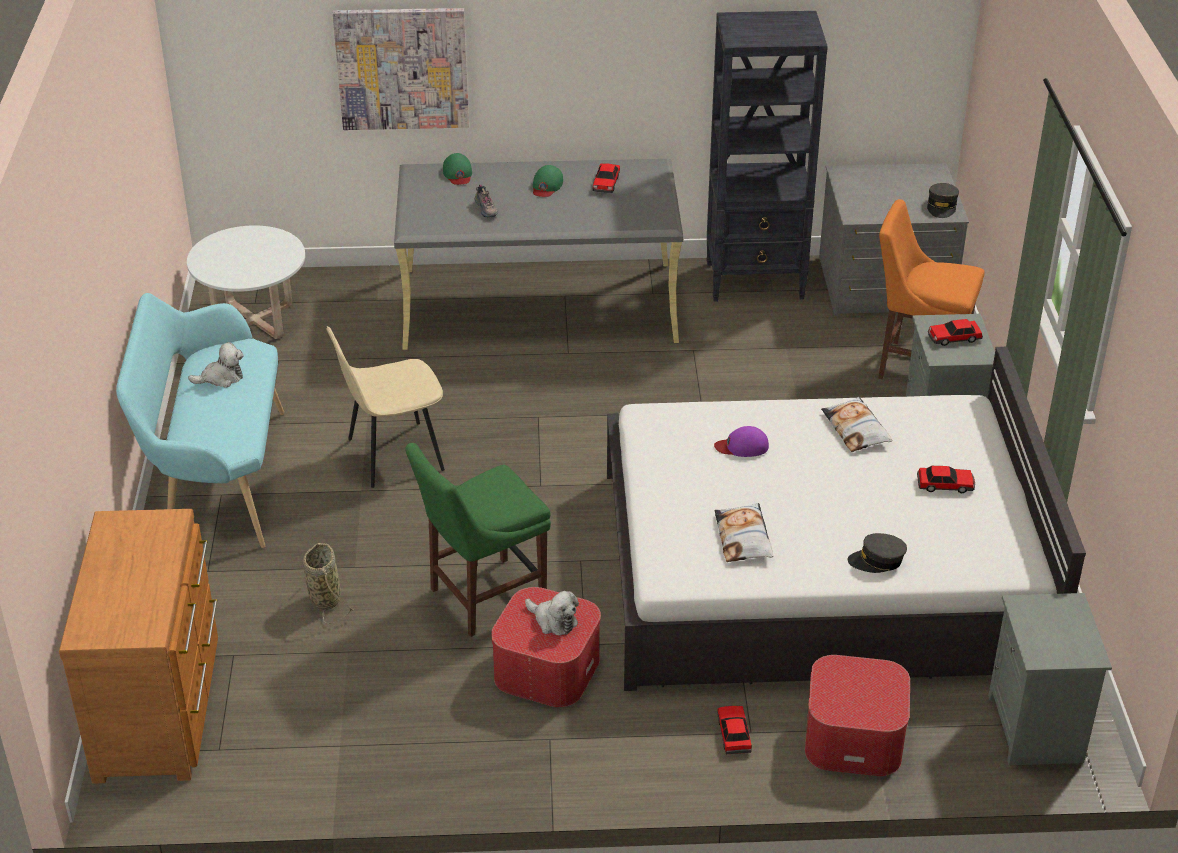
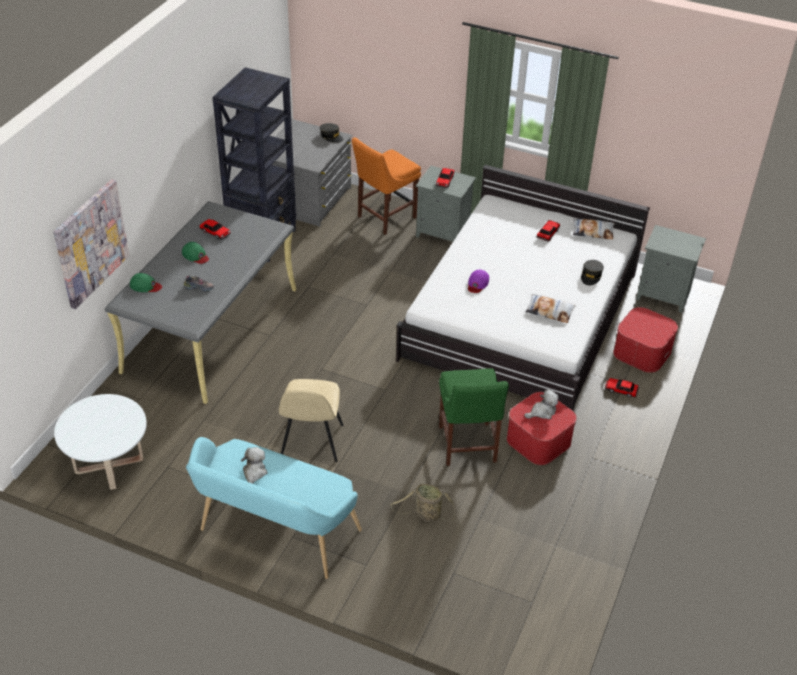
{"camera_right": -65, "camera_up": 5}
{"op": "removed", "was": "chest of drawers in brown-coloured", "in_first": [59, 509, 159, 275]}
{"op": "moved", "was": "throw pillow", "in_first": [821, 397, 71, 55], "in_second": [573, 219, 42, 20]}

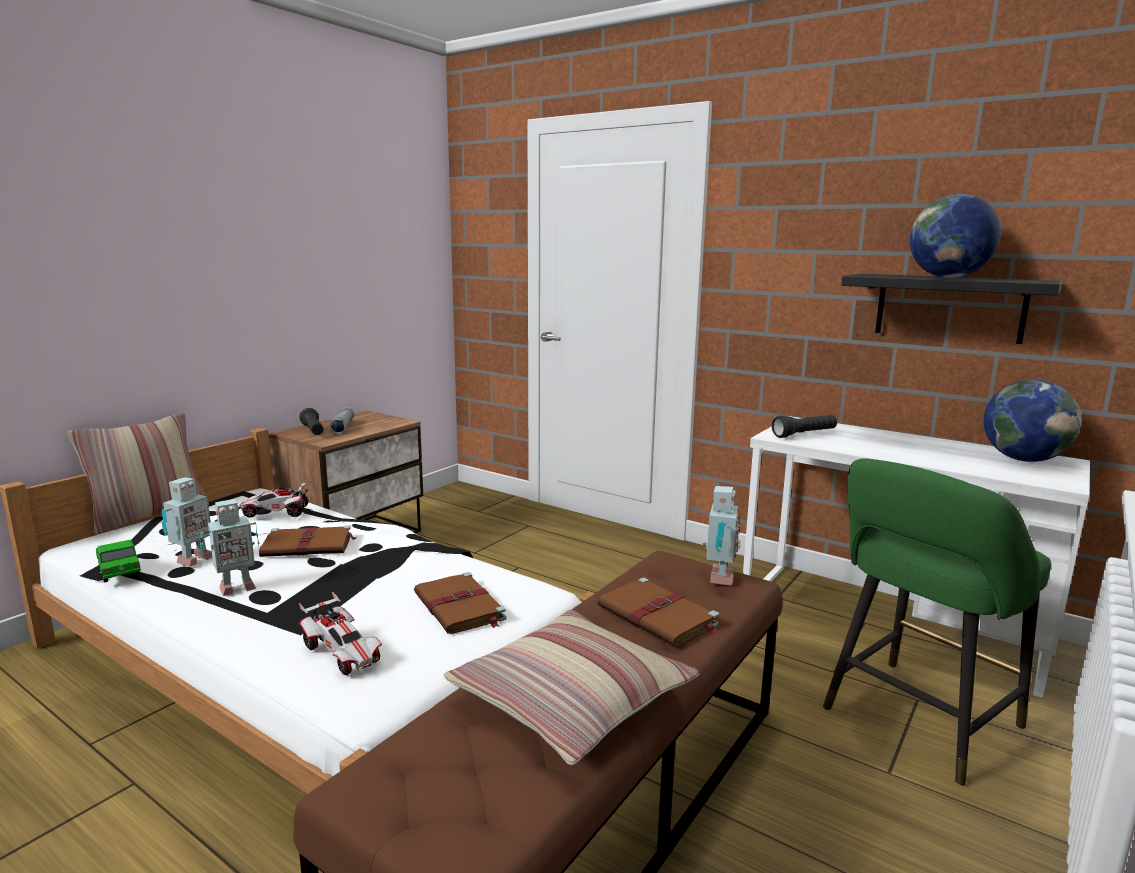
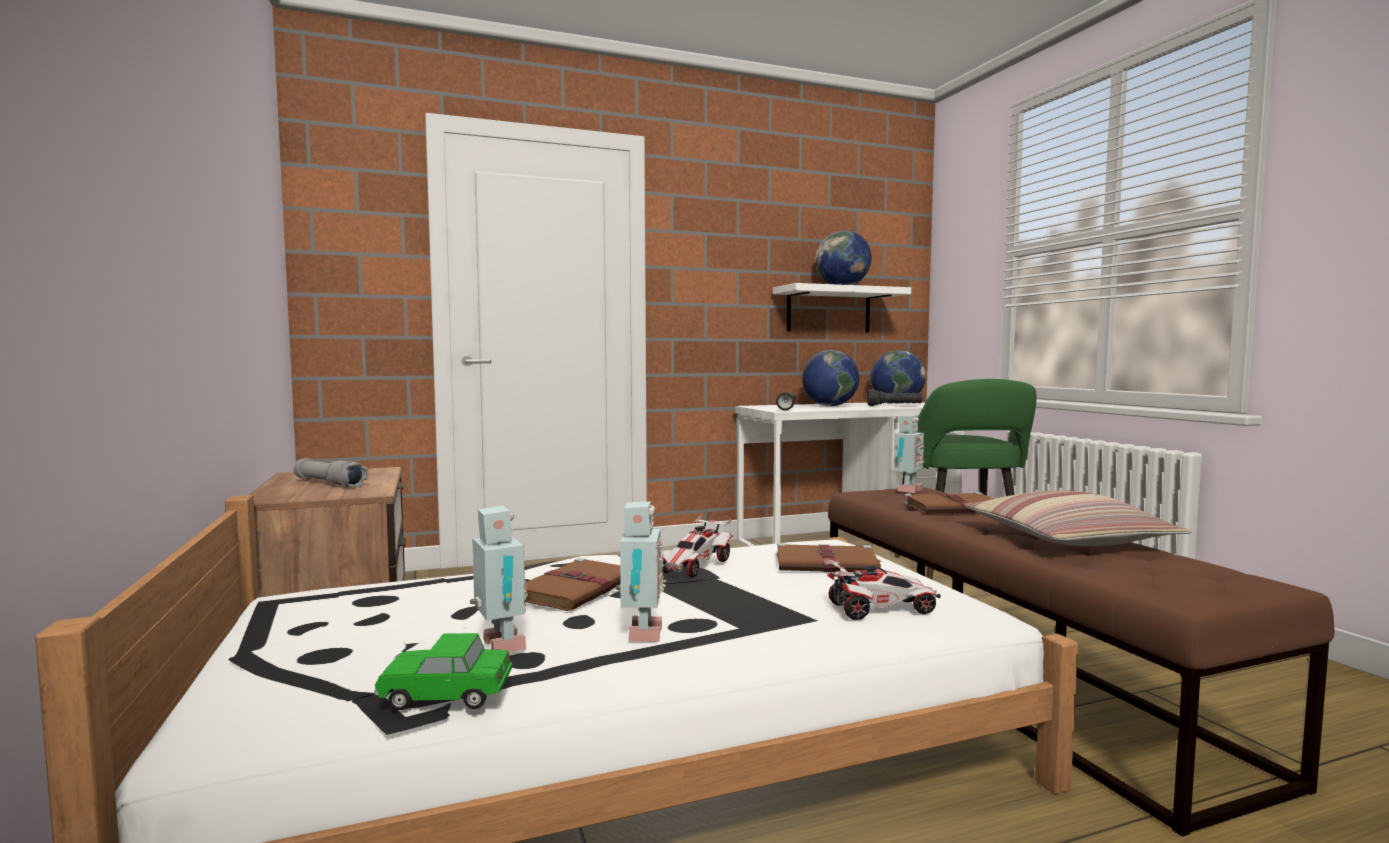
{"camera_right": -55, "camera_up": -10}
{"op": "removed", "was": "throw pillow", "in_first": [68, 413, 141, 122]}
{"op": "added", "now": "world globe", "in_second": [802, 350, 57, 56]}
{"op": "moved", "was": "model car", "in_first": [239, 480, 73, 37], "in_second": [662, 515, 70, 63]}
{"op": "moved", "was": "torch in black", "in_first": [299, 408, 25, 27], "in_second": [867, 389, 55, 17]}
{"op": "recoloured", "was": "wall shelf in black", "now": "wall shelf in white", "in_first": [842, 274, 220, 70], "in_second": [773, 283, 138, 50]}
{"op": "turned", "was": "model robot", "in_first": [703, 486, 37, 100], "in_second": [893, 415, 31, 78], "clockwise": 75}

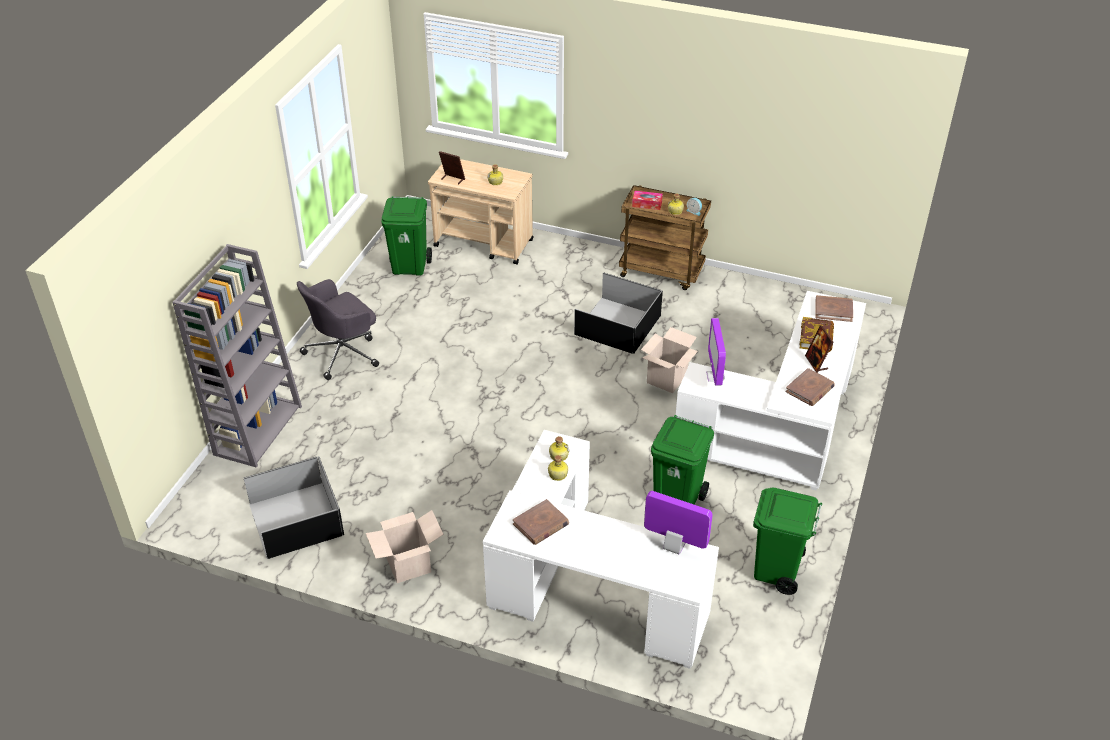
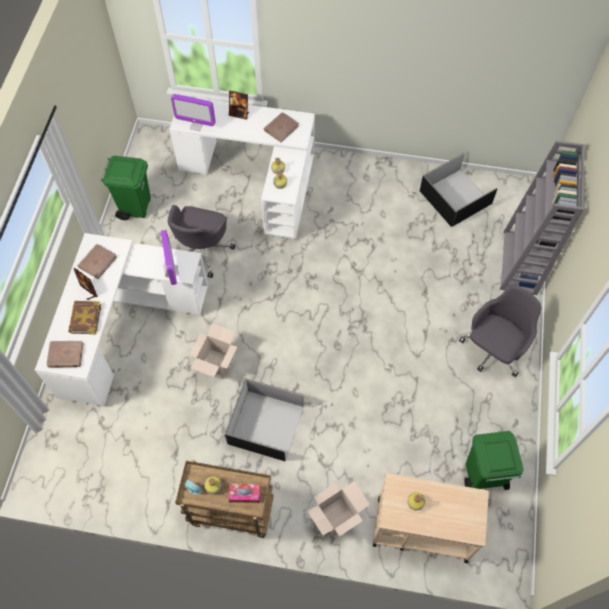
{"camera_right": 170, "camera_up": 20}
{"op": "moved", "was": "cardboard box", "in_first": [366, 510, 77, 73], "in_second": [307, 481, 63, 56]}
{"op": "moved", "was": "standing frame", "in_first": [439, 151, 26, 33], "in_second": [229, 90, 20, 30]}
{"op": "replaced", "was": "waste bin in greenish", "now": "desk chair in greyish", "in_first": [651, 415, 63, 89], "in_second": [168, 205, 67, 73]}

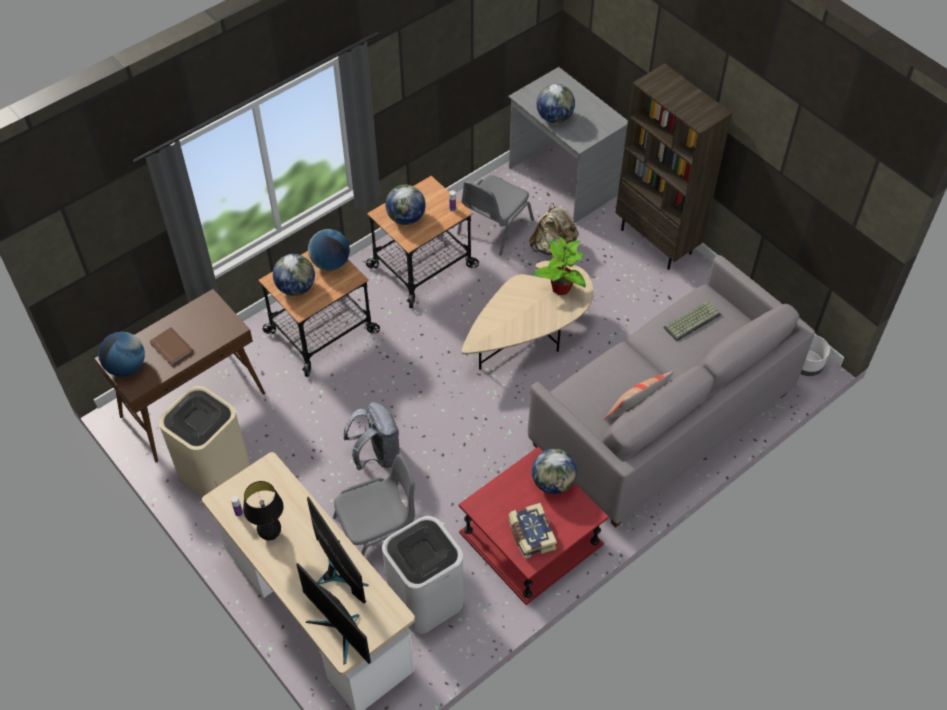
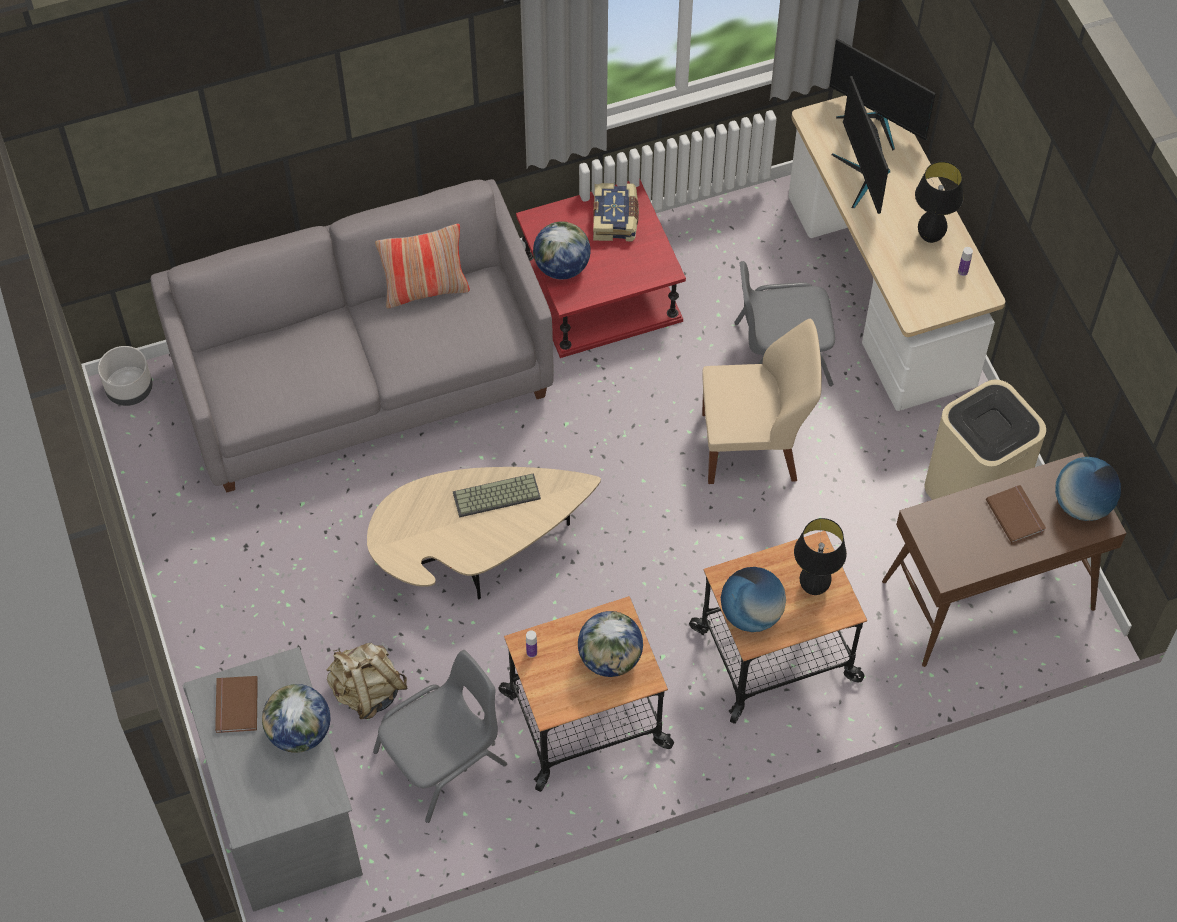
{"camera_right": -160, "camera_up": 5}
{"op": "removed", "was": "waste bin in white", "in_first": [382, 516, 82, 118]}
{"op": "removed", "was": "plant in a pot", "in_first": [533, 237, 53, 58]}
{"op": "removed", "was": "shelving unit in brown-coloured", "in_first": [615, 63, 117, 207]}
{"op": "added", "now": "bound book in brown-coloured", "in_second": [215, 676, 43, 57]}
{"op": "moved", "was": "computer keyboard", "in_first": [664, 301, 57, 40], "in_second": [453, 473, 88, 45]}
{"op": "replaced", "was": "world globe", "now": "lamp for a table in black", "in_first": [273, 254, 42, 42], "in_second": [794, 518, 53, 77]}
{"op": "replaced", "was": "knapsack in greyish", "now": "upright chair in beige-coloured", "in_first": [343, 402, 57, 69], "in_second": [702, 319, 120, 165]}
{"op": "turned", "was": "monitor", "in_first": [296, 563, 75, 101], "in_second": [829, 38, 107, 113], "clockwise": 150}

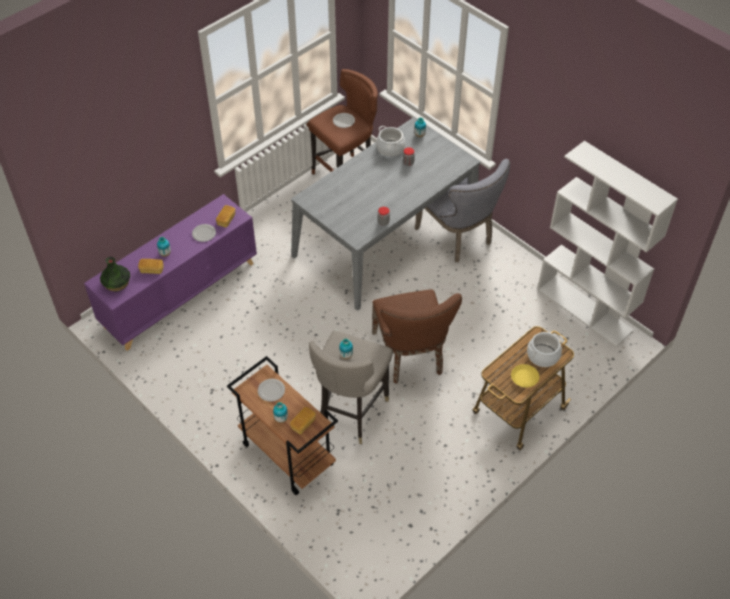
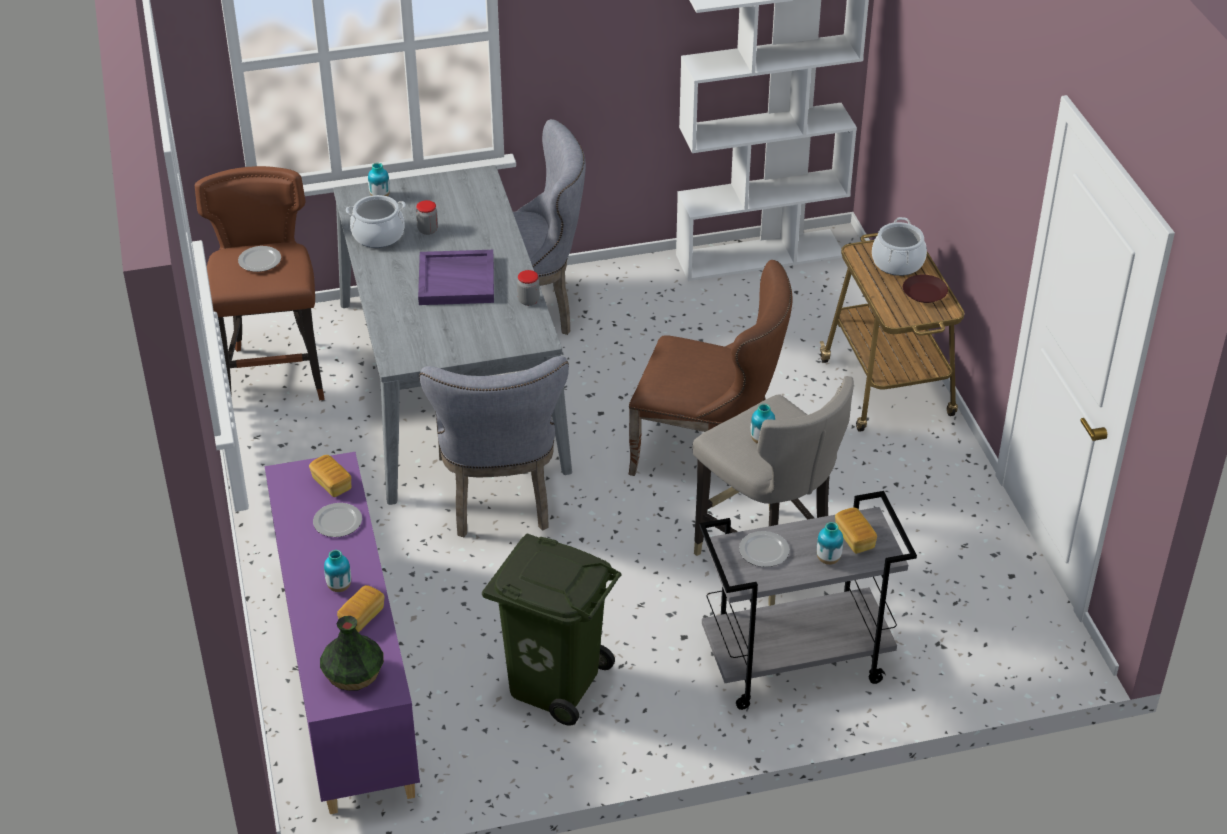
{"camera_right": -60, "camera_up": -10}
{"op": "added", "now": "serving tray in purple", "in_second": [418, 250, 76, 55]}
{"op": "added", "now": "upright chair in greyish", "in_second": [419, 356, 150, 181]}
{"op": "added", "now": "waste bin in greenish", "in_second": [482, 533, 140, 193]}
{"op": "recoloured", "was": "trolley in brown-coloured", "now": "trolley in greyish", "in_first": [227, 356, 111, 139], "in_second": [700, 491, 217, 219]}
{"op": "recoloured", "was": "flat dish in yellowish", "now": "flat dish in brown-coloured", "in_first": [511, 364, 28, 24], "in_second": [903, 275, 45, 28]}

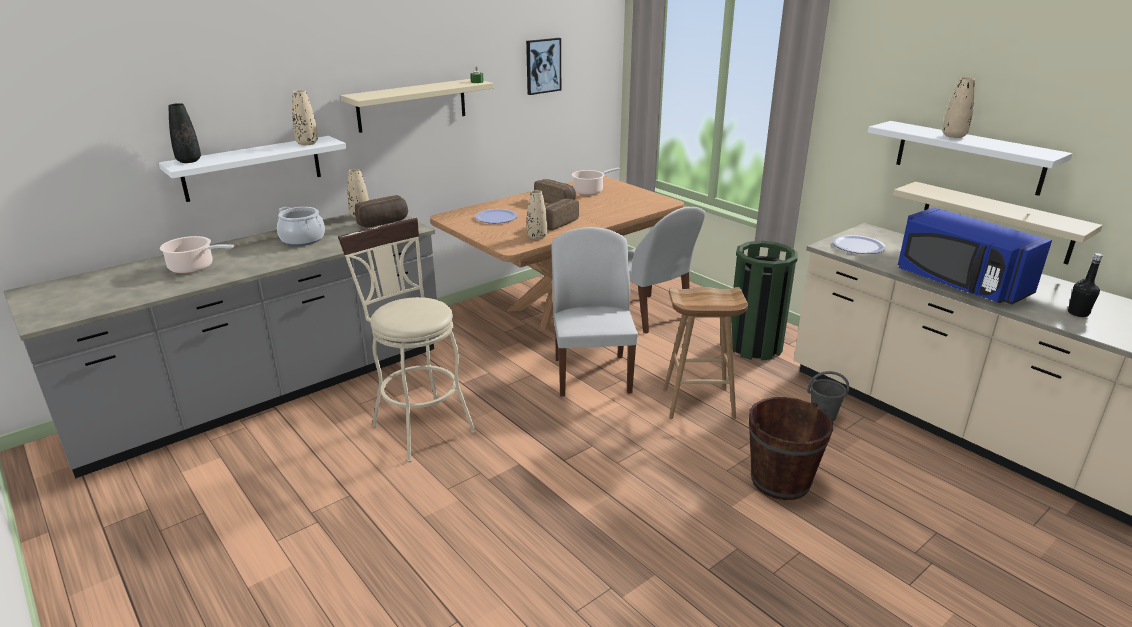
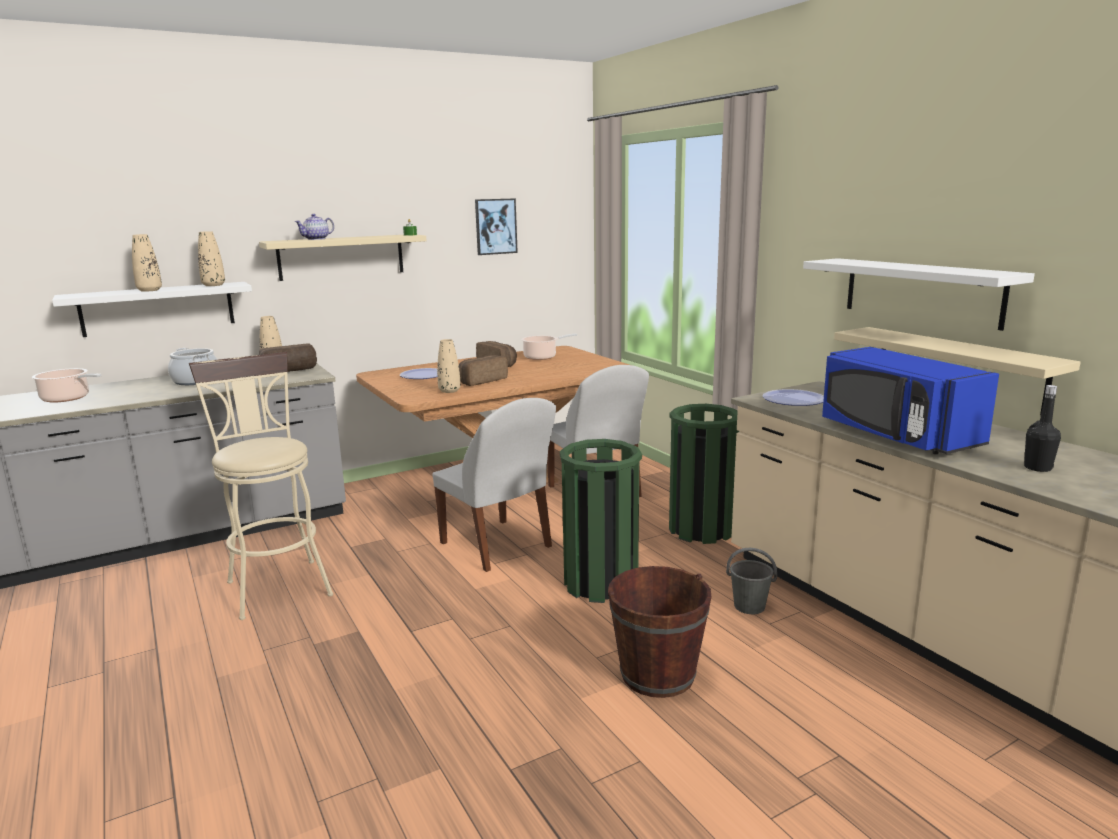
{"camera_right": 10, "camera_up": -10}
{"op": "removed", "was": "flower vase in black", "in_first": [169, 103, 32, 60]}
{"op": "added", "now": "tea pot", "in_second": [295, 214, 39, 26]}
{"op": "moved", "was": "flower vase in beige-coloured", "in_first": [942, 77, 33, 61], "in_second": [132, 234, 30, 58]}
{"op": "replaced", "was": "sitting stool in brown-coloured", "now": "waste bin in greenish", "in_first": [663, 287, 85, 132], "in_second": [560, 439, 82, 164]}
{"op": "turned", "was": "upright chair in white", "in_first": [551, 227, 87, 169], "in_second": [432, 398, 124, 174], "clockwise": 135}

